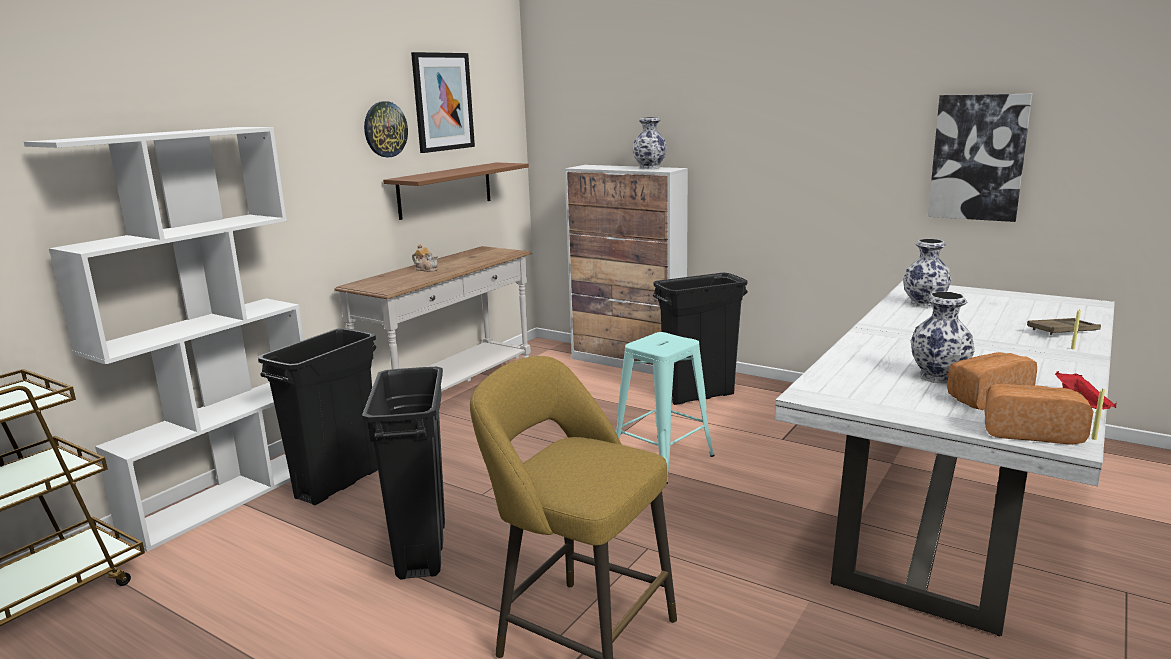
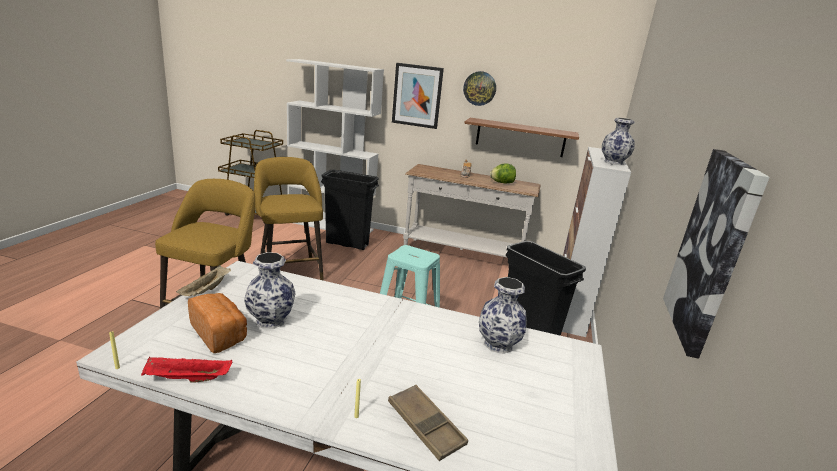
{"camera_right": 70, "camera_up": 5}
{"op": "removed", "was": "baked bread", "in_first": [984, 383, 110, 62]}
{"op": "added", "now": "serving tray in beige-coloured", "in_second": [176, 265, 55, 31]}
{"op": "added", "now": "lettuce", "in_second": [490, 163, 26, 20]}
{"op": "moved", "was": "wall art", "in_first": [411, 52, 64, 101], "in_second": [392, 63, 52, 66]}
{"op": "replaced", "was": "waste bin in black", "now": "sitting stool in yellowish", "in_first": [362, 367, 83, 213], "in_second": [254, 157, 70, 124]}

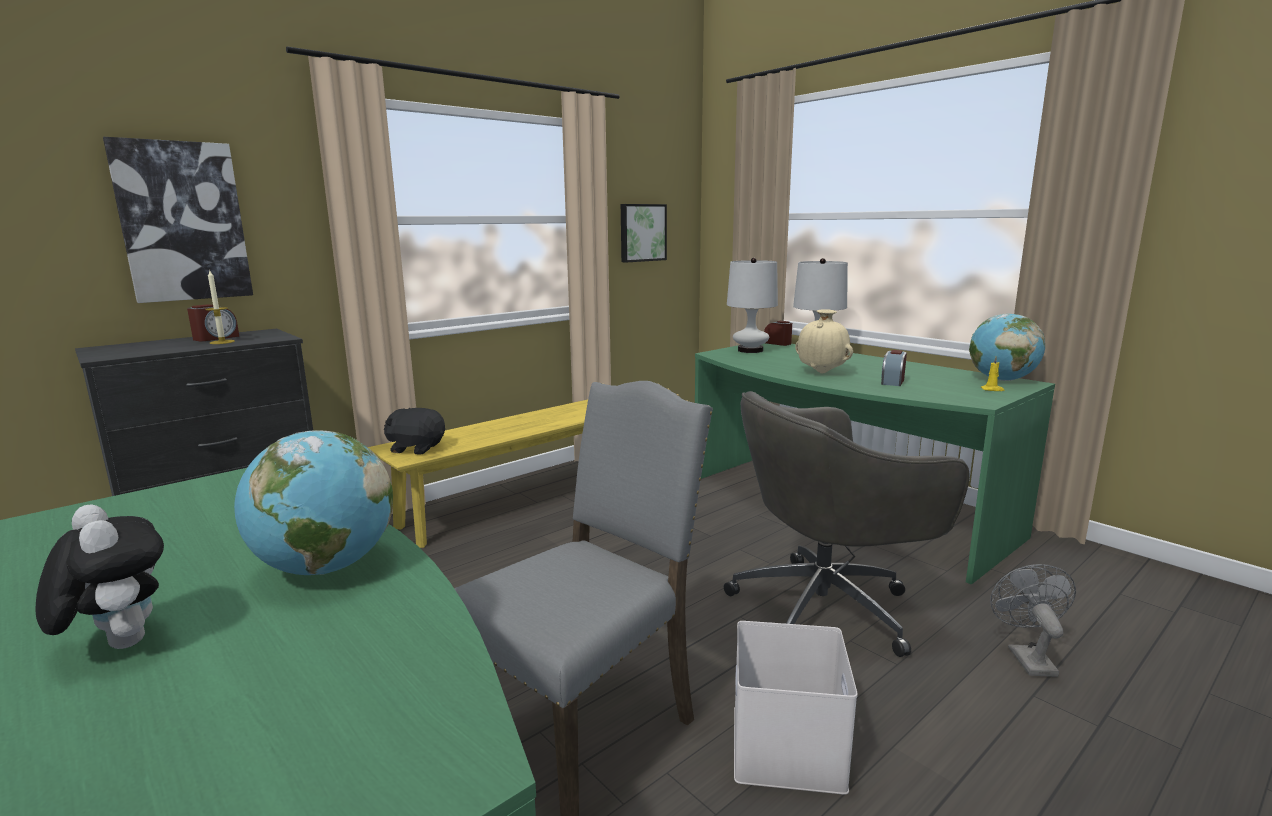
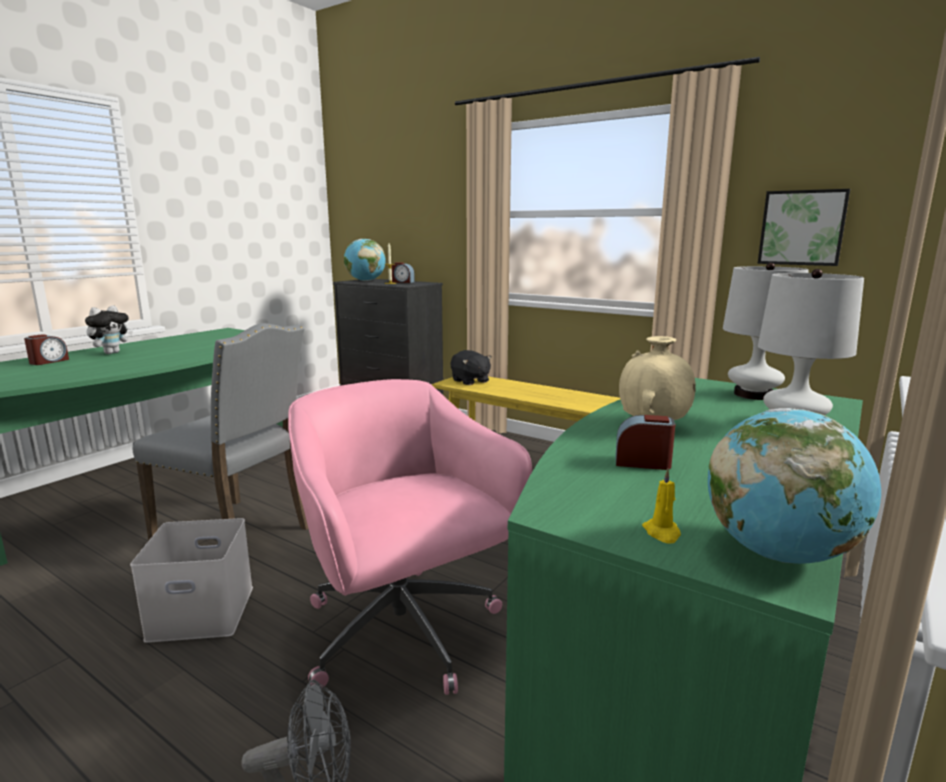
{"camera_right": 75, "camera_up": 0}
{"op": "removed", "was": "wall art", "in_first": [103, 137, 150, 166]}
{"op": "moved", "was": "world globe", "in_first": [234, 430, 159, 145], "in_second": [344, 239, 42, 42]}
{"op": "moved", "was": "alarm clock", "in_first": [764, 321, 28, 25], "in_second": [24, 334, 45, 31]}
{"op": "recoloured", "was": "desk chair in greyish", "now": "desk chair in pink", "in_first": [724, 391, 245, 266], "in_second": [288, 379, 244, 316]}
{"op": "turned", "was": "plush toy in black", "in_first": [384, 408, 61, 47], "in_second": [450, 350, 42, 35], "clockwise": 150}

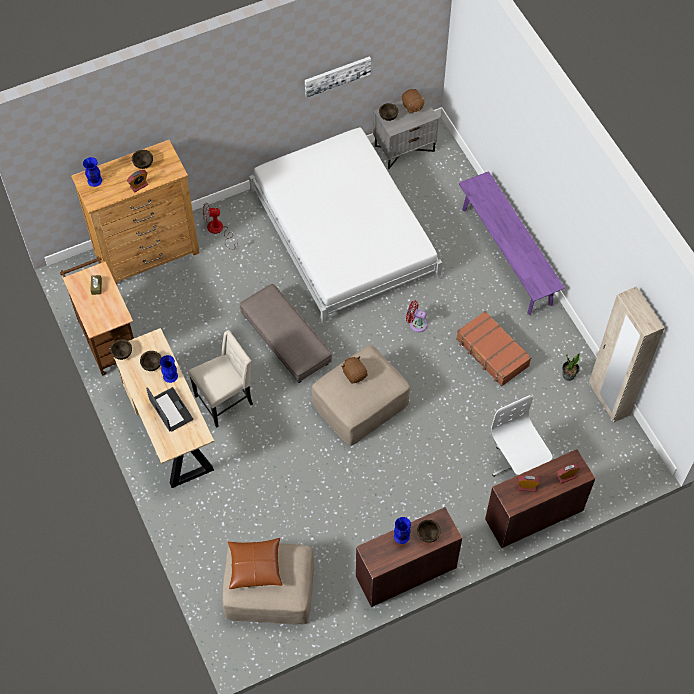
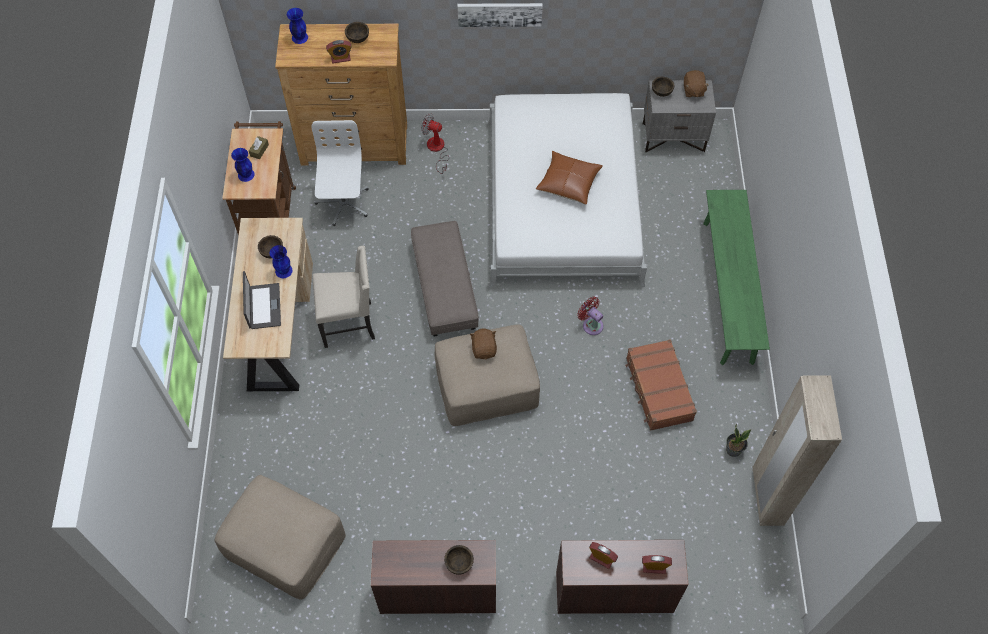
{"camera_right": 25, "camera_up": 0}
{"op": "removed", "was": "serving bowl in brown-coloured", "in_first": [110, 339, 22, 21]}
{"op": "moved", "was": "throw pillow in brown-coloured", "in_first": [227, 538, 55, 51], "in_second": [536, 151, 67, 53]}
{"op": "moved", "was": "wall art", "in_first": [305, 56, 66, 42], "in_second": [458, 3, 85, 24]}
{"op": "moved", "was": "flower vase in blue-coloured", "in_first": [394, 517, 17, 27], "in_second": [231, 148, 24, 34]}
{"op": "moved", "was": "desk chair in white", "in_first": [491, 395, 61, 82], "in_second": [311, 120, 57, 106]}
{"op": "recoloured", "was": "indoor bench in purple", "now": "indoor bench in greenish", "in_first": [459, 171, 106, 144], "in_second": [703, 190, 67, 175]}

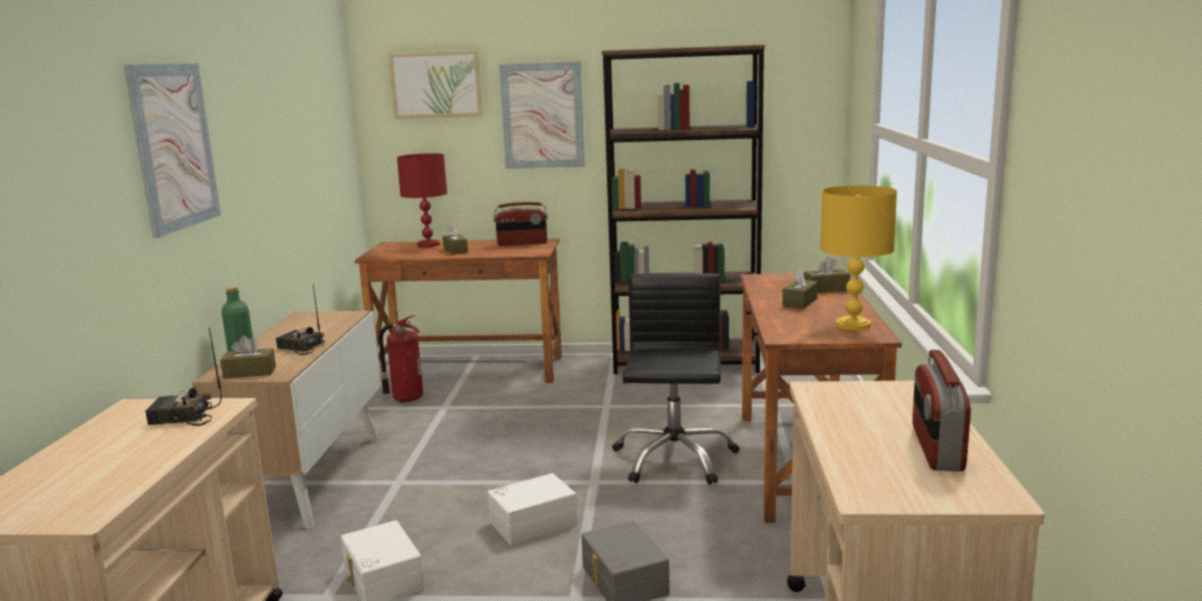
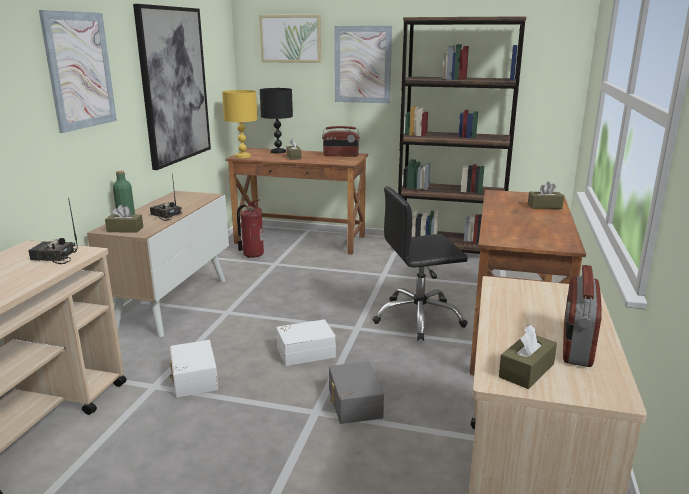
{"camera_right": 10, "camera_up": 5}
{"op": "added", "now": "wall art", "in_second": [133, 4, 78, 166]}
{"op": "moved", "was": "tissue holder in brown-coloured", "in_first": [782, 267, 36, 42], "in_second": [499, 324, 58, 65]}
{"op": "moved", "was": "lamp for a table in yellowish", "in_first": [820, 185, 77, 145], "in_second": [222, 90, 36, 68]}
{"op": "recoloured", "was": "lamp for a table in red-coloured", "now": "lamp for a table in black", "in_first": [397, 153, 50, 94], "in_second": [260, 88, 33, 66]}
{"op": "turned", "was": "desk chair in black", "in_first": [612, 273, 128, 212], "in_second": [372, 186, 96, 155], "clockwise": -120}

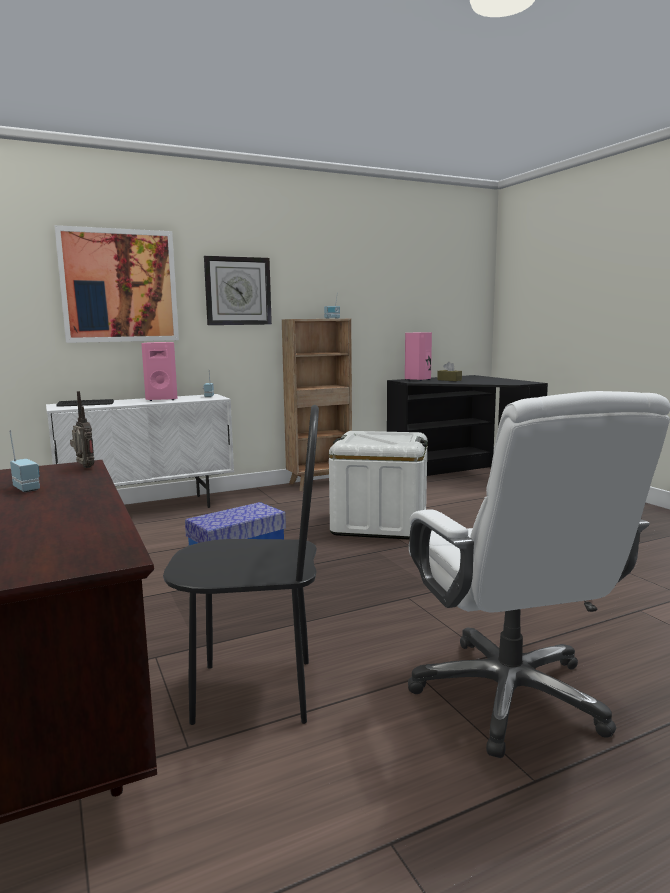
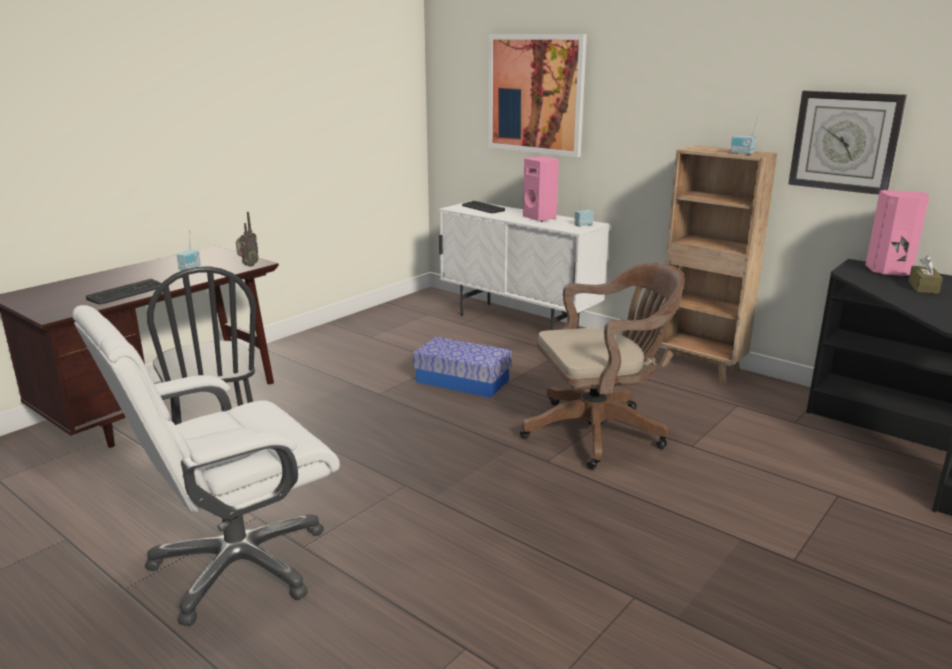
{"camera_right": 65, "camera_up": 10}
{"op": "added", "now": "computer keyboard", "in_second": [86, 279, 76, 25]}
{"op": "moved", "was": "hanging clock", "in_first": [204, 256, 68, 69], "in_second": [788, 91, 119, 104]}
{"op": "replaced", "was": "storage bin in white", "now": "desk chair in brown-coloured", "in_first": [329, 431, 99, 109], "in_second": [520, 263, 165, 207]}

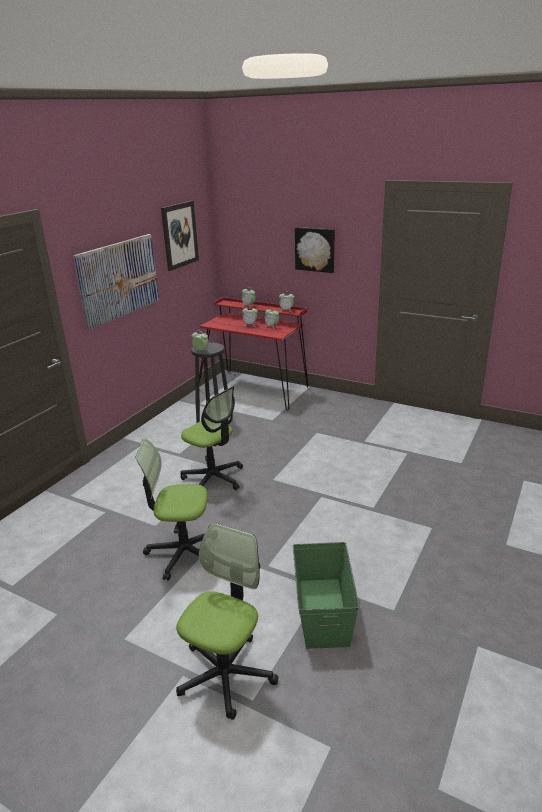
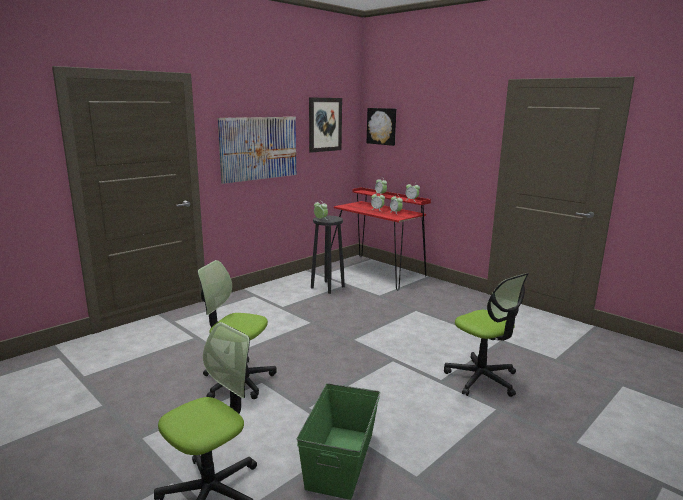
{"camera_right": 15, "camera_up": -10}
{"op": "moved", "was": "desk chair", "in_first": [180, 386, 63, 104], "in_second": [444, 273, 85, 124]}
{"op": "moved", "was": "wall art", "in_first": [295, 227, 40, 46], "in_second": [367, 108, 29, 38]}

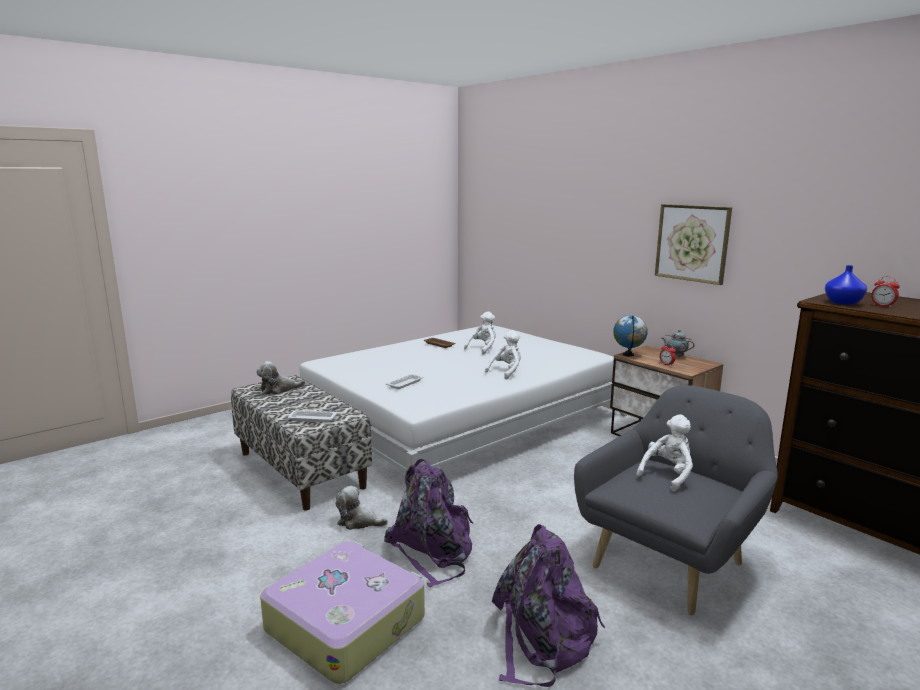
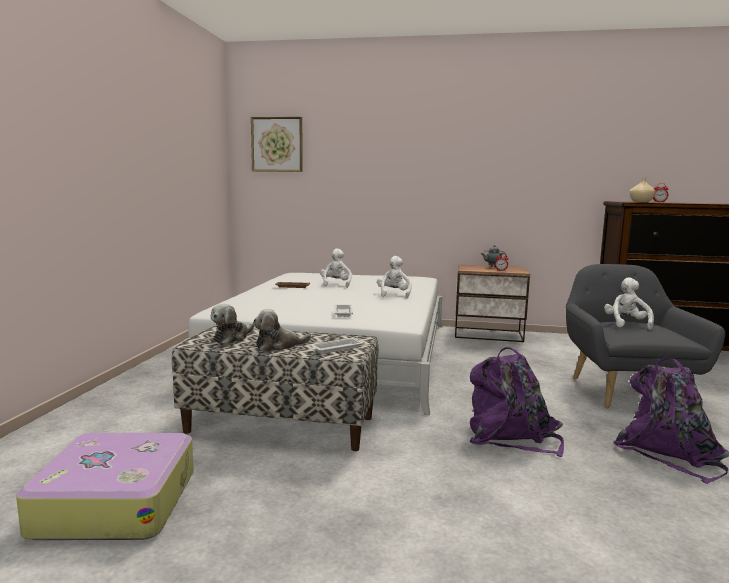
{"camera_right": -40, "camera_up": -5}
{"op": "removed", "was": "world globe", "in_first": [613, 315, 35, 41]}
{"op": "moved", "was": "piece of luggage", "in_first": [260, 541, 165, 143], "in_second": [16, 433, 178, 107]}
{"op": "moved", "was": "plush toy", "in_first": [335, 486, 53, 44], "in_second": [253, 309, 58, 42]}
{"op": "moved", "was": "wall art", "in_first": [655, 204, 77, 81], "in_second": [251, 117, 52, 55]}
{"op": "recoloured", "was": "flower vase in blue-coloured", "now": "flower vase in beige-coloured", "in_first": [825, 265, 42, 40], "in_second": [630, 177, 26, 25]}

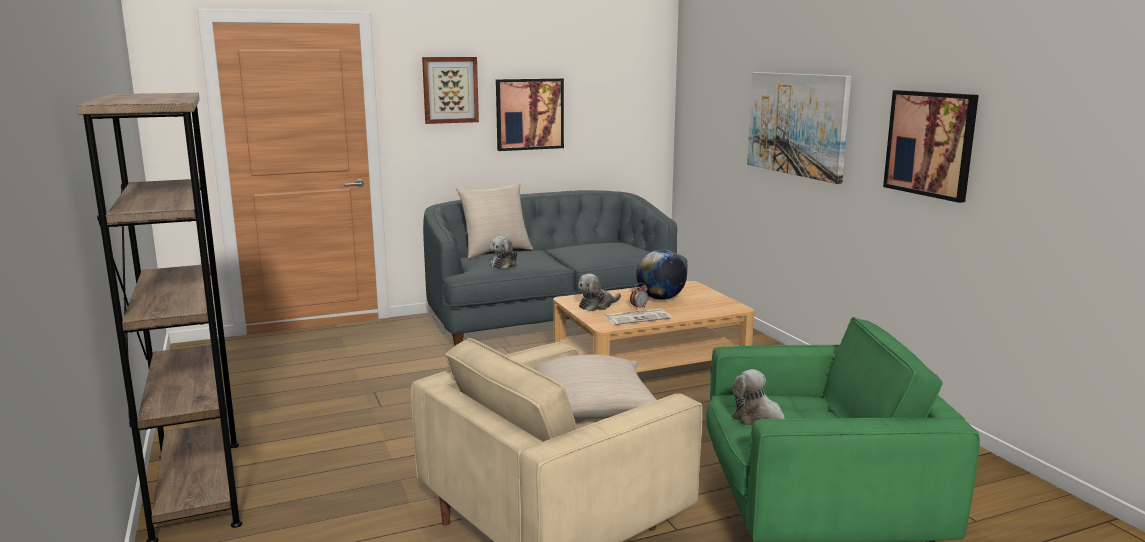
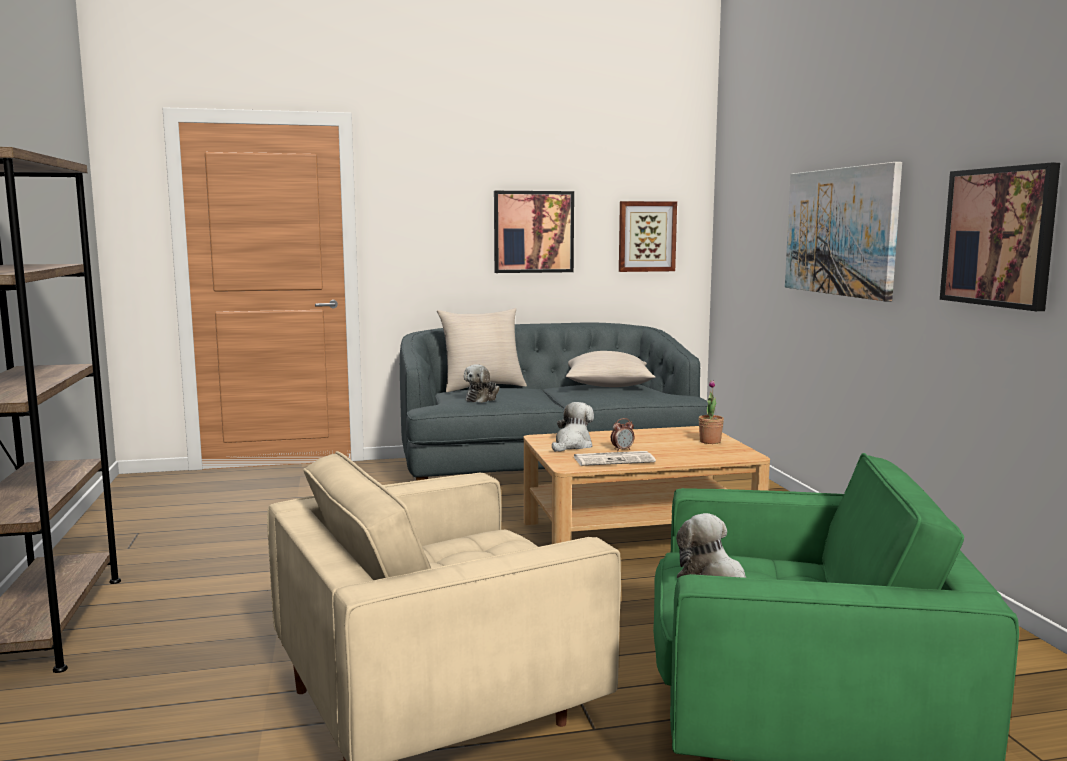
{"camera_right": 10, "camera_up": -5}
{"op": "removed", "was": "world globe", "in_first": [636, 249, 51, 51]}
{"op": "added", "now": "plant in a pot", "in_second": [699, 380, 25, 64]}
{"op": "moved", "was": "wall art", "in_first": [422, 57, 57, 67], "in_second": [619, 201, 58, 71]}
{"op": "moved", "was": "throw pillow in beige-coloured", "in_first": [534, 354, 123, 65], "in_second": [566, 351, 89, 36]}
{"op": "turned", "was": "plush toy", "in_first": [578, 274, 43, 37], "in_second": [552, 402, 42, 50], "clockwise": 150}

